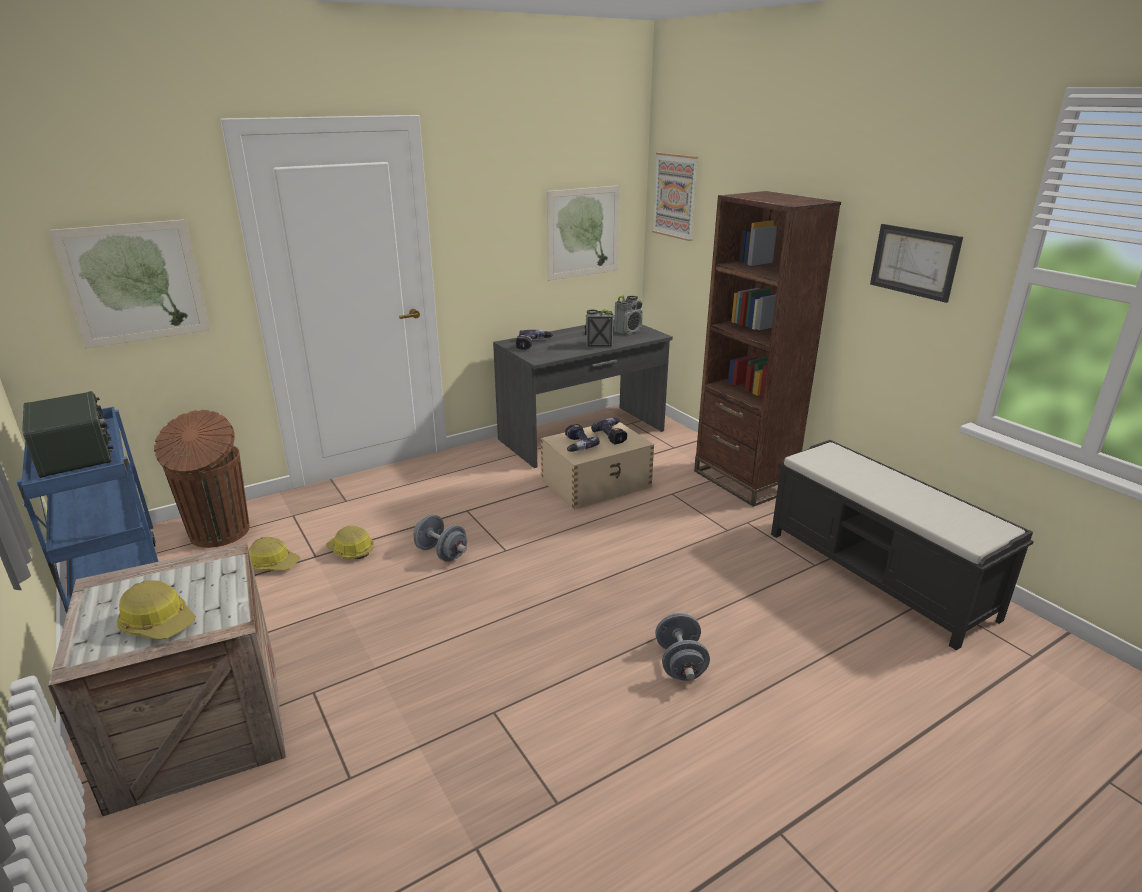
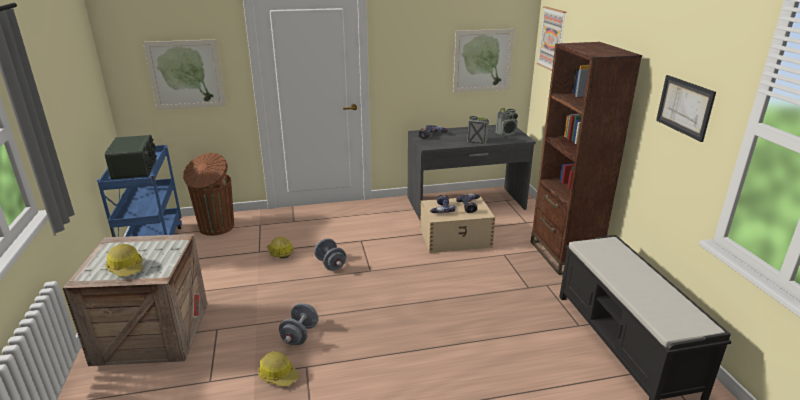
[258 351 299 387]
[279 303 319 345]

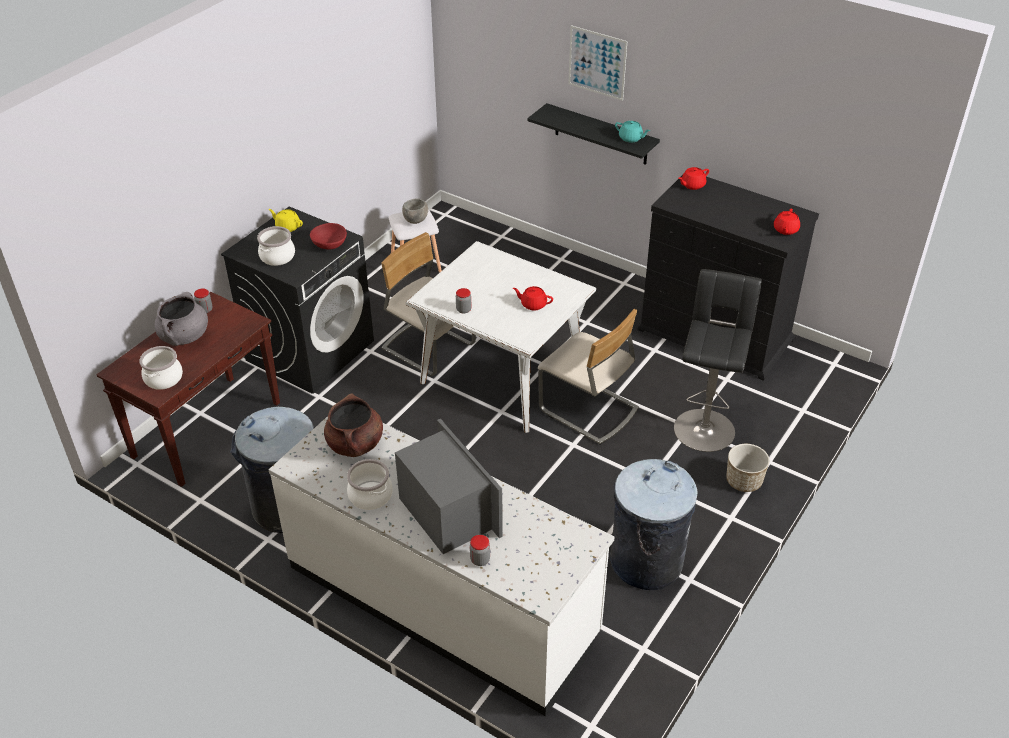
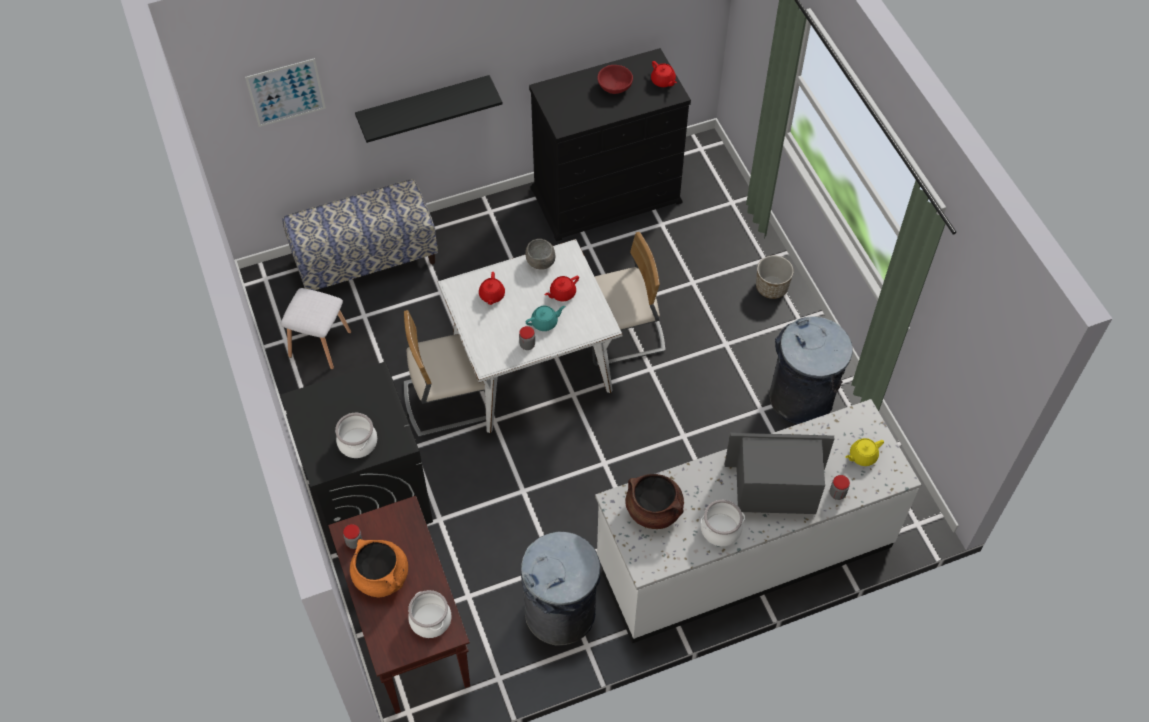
[245 58 326 127]
[283 179 438 291]
[350 539 408 598]
[479 272 505 305]
[525 239 555 270]
[526 306 565 331]
[597 65 633 94]
[845 438 884 466]
[674 269 762 452] (first image)

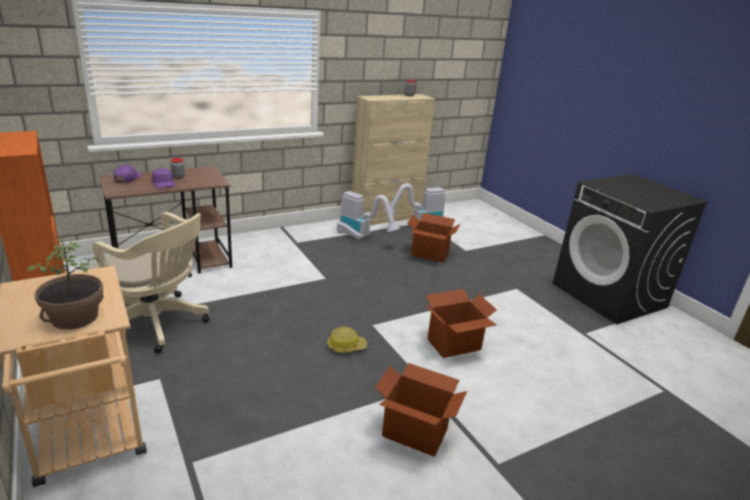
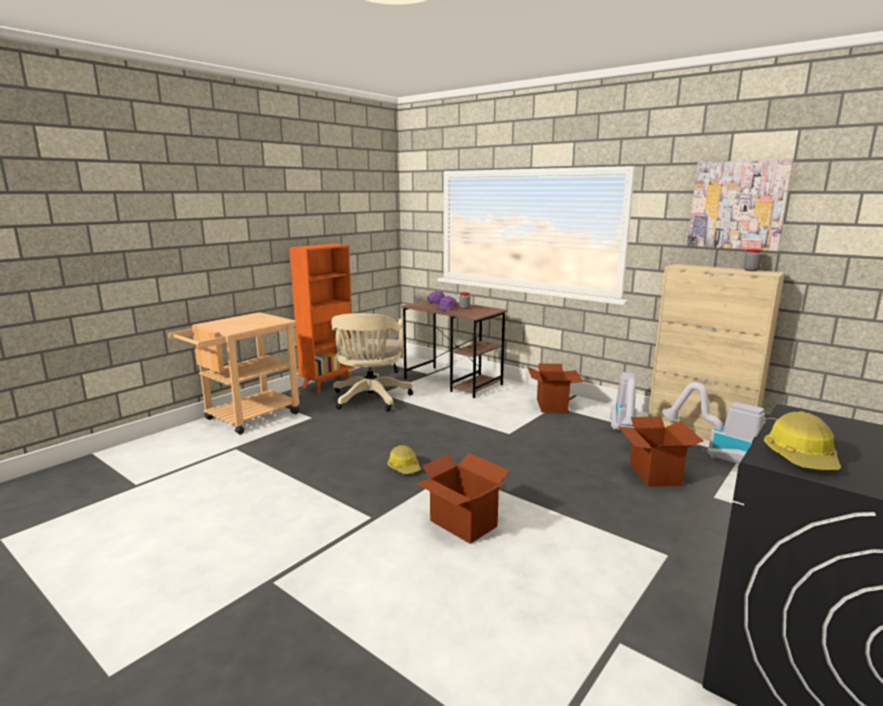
[527 364 583 413]
[687 159 794 251]
[764 411 841 470]
[28 238 103 329] (first image)

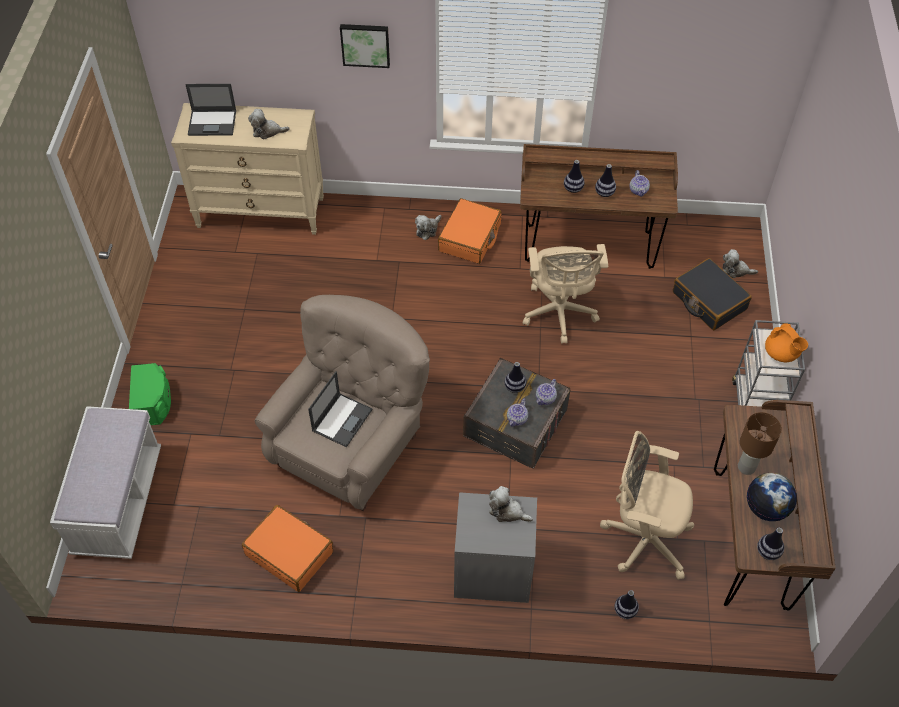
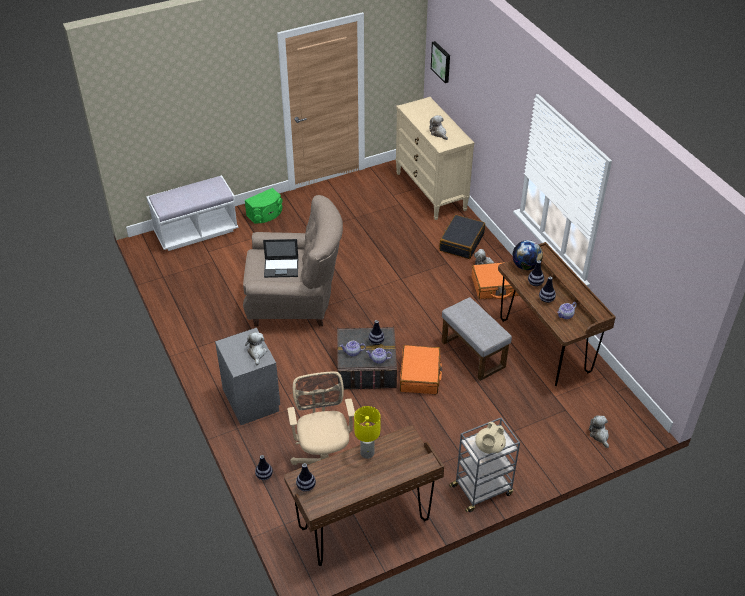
[354 406 381 459]
[400 345 442 394]
[431 41 450 83]
[439 215 485 259]
[442 297 512 381]
[475 422 506 454]
[512 240 543 270]
[185 84 236 136] (first image)

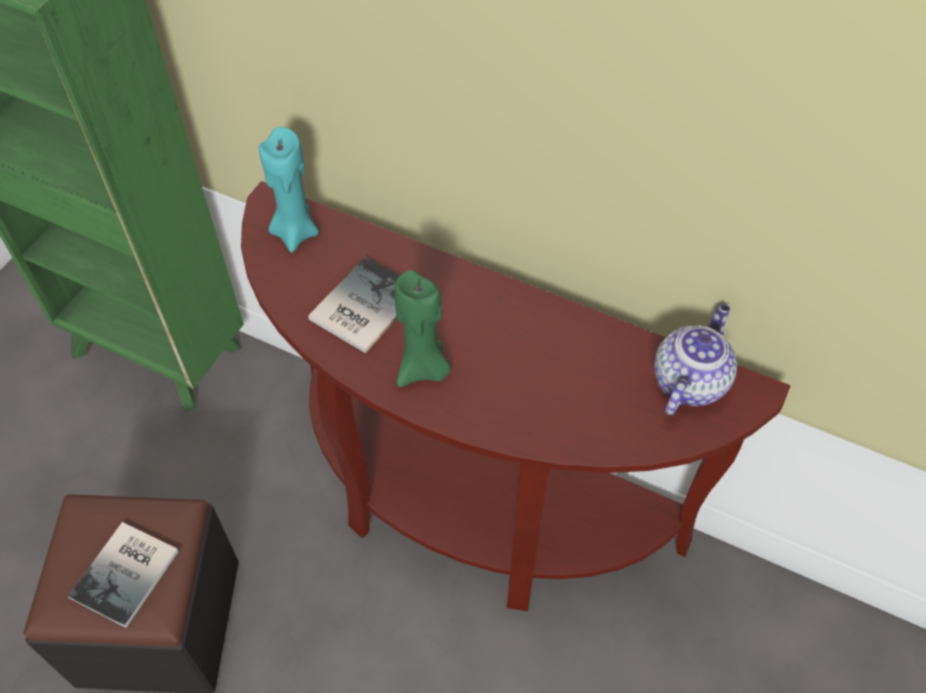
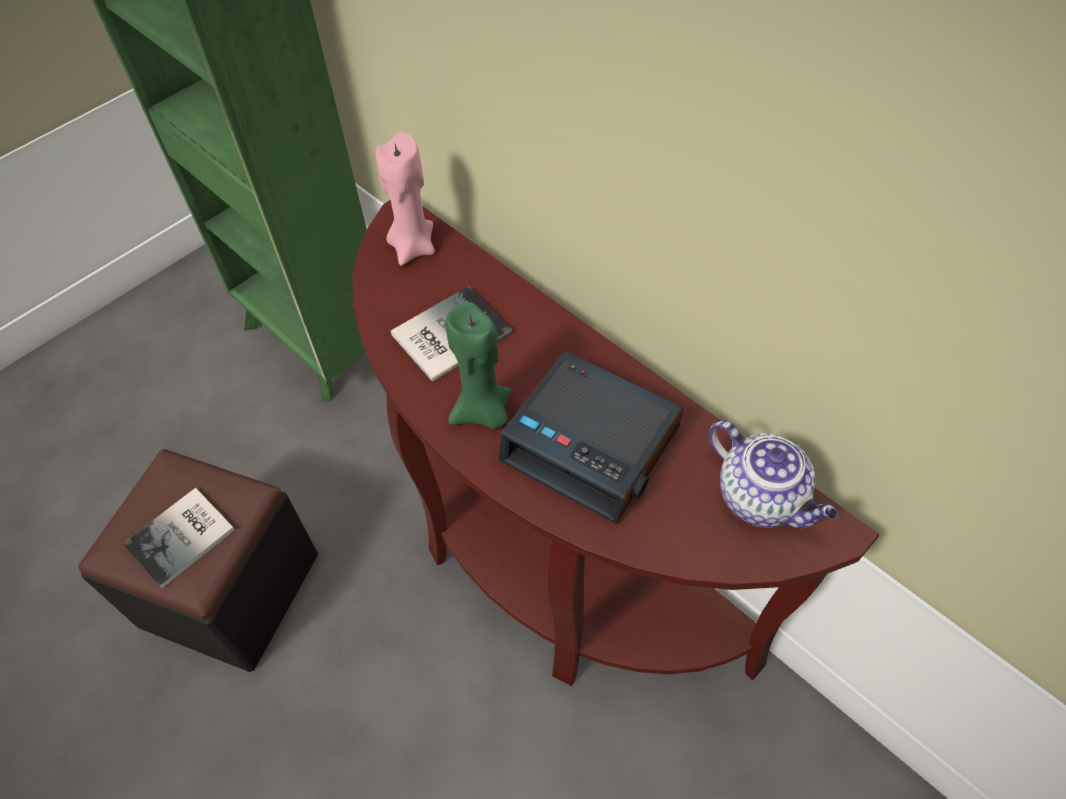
[376 132 435 266]
[499 351 683 524]
[709 421 838 529]

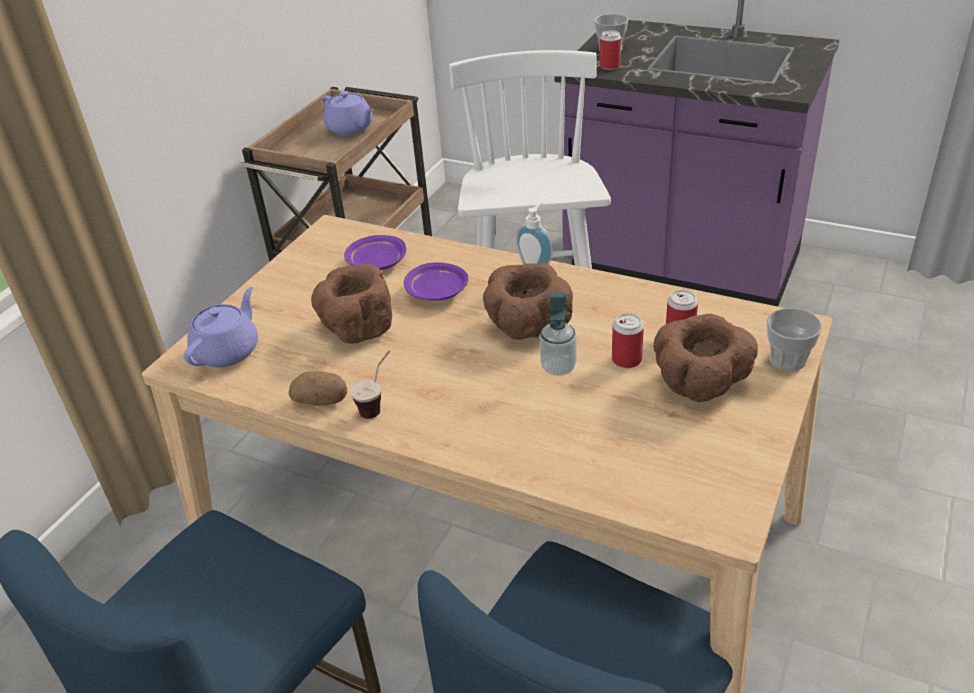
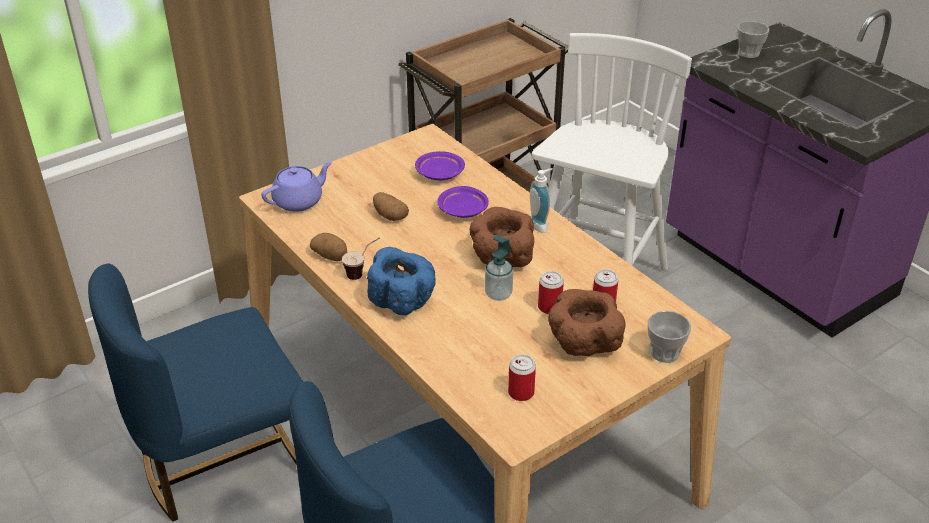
[367 247 436 315]
[373 192 409 221]
[508 354 536 401]
[322 91 374 135] (first image)

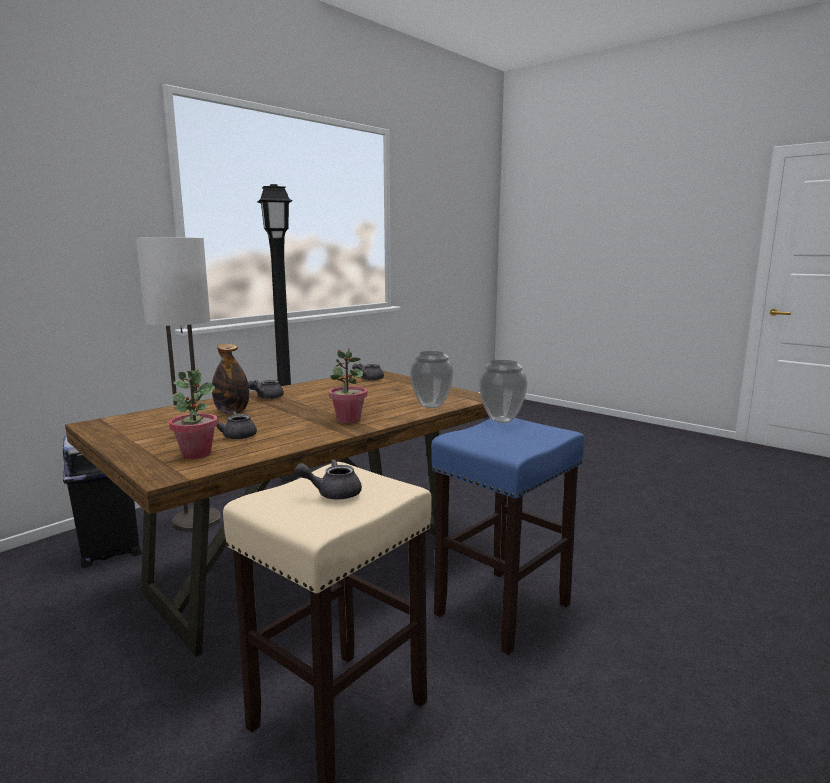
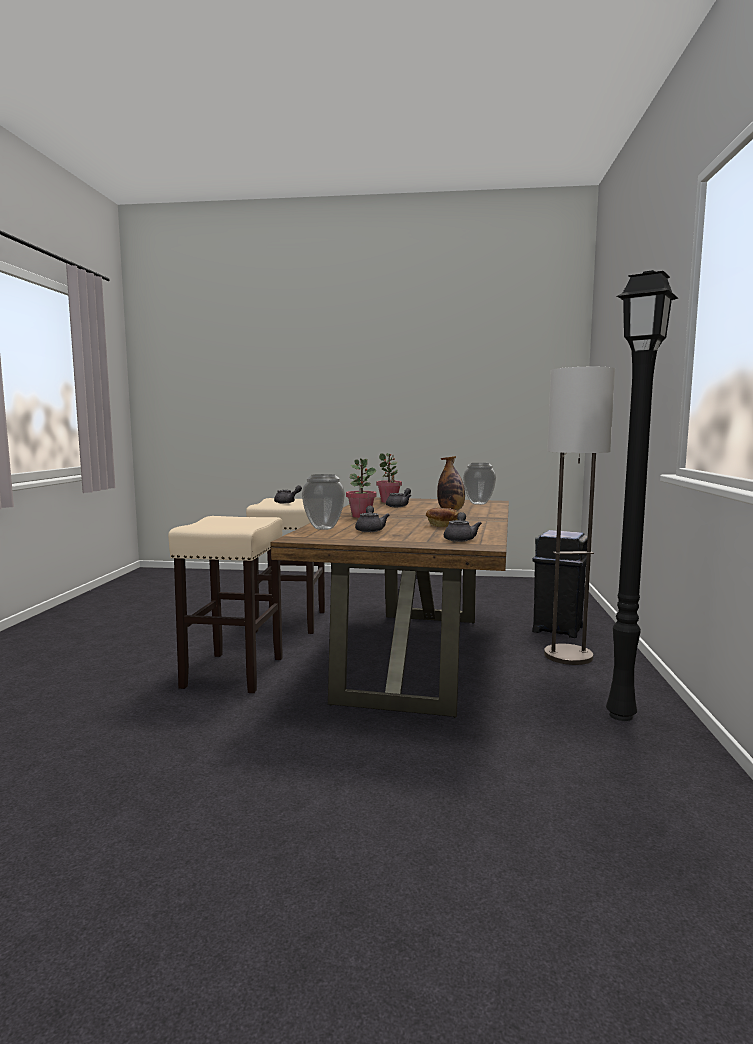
[168 516 283 693]
[355 506 389 532]
[426 508 459 527]
[463 463 496 505]

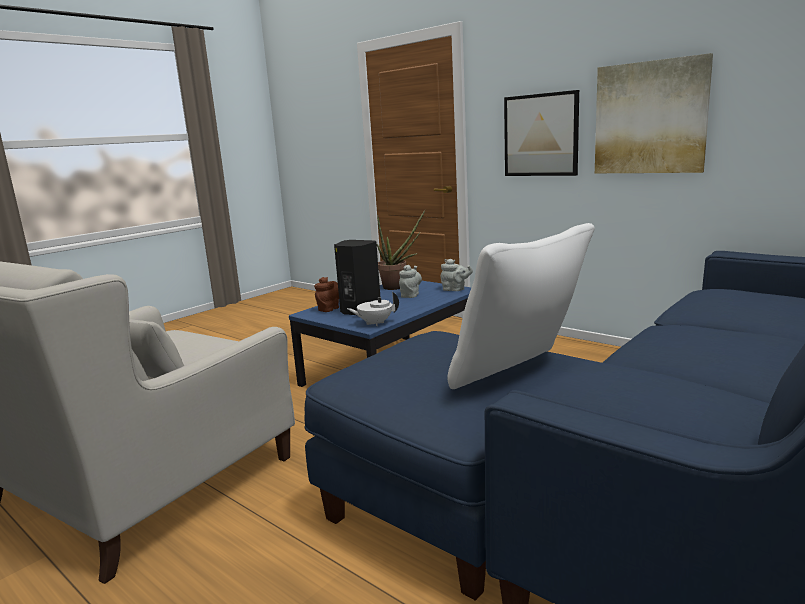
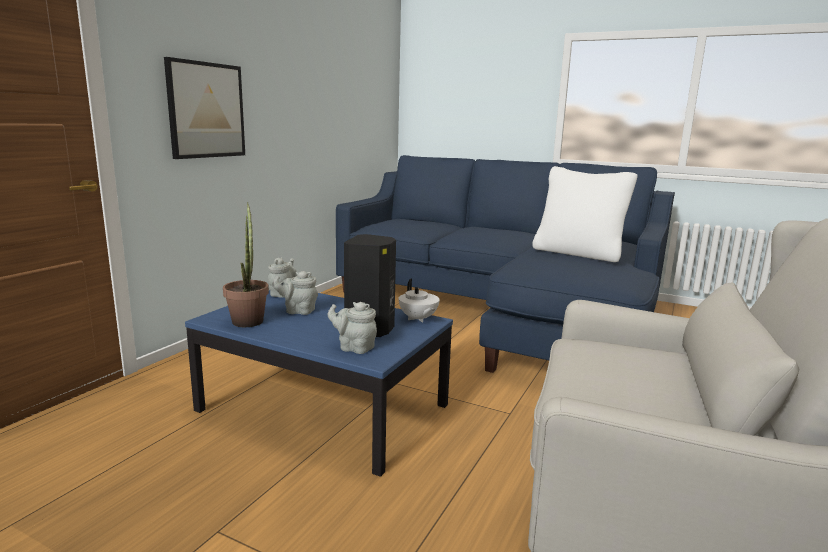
[328 302 377 354]
[595 53 713 173] (first image)

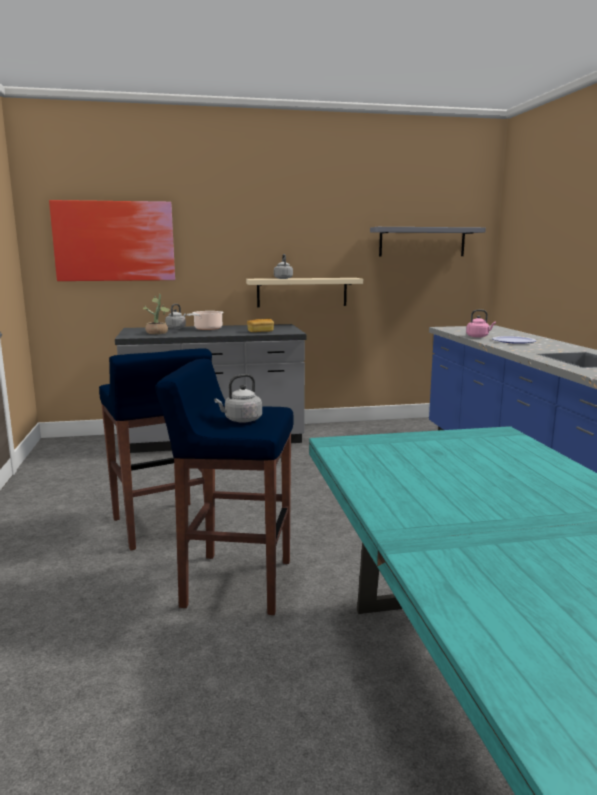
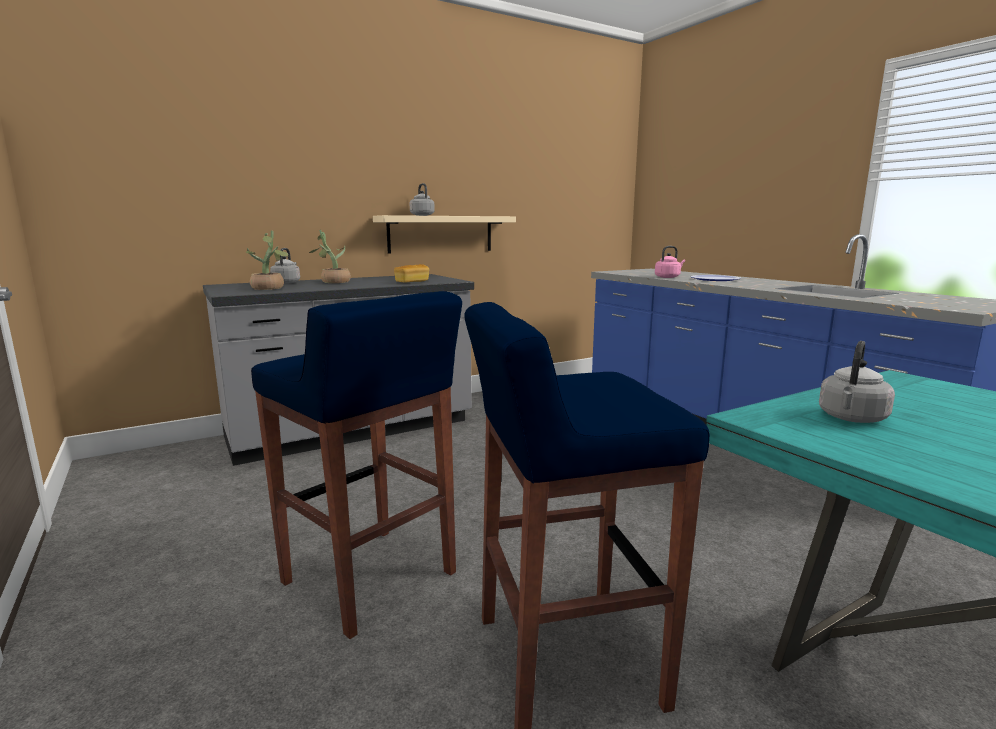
[309 230 351 283]
[819 341 895 423]
[49 200 175 281] (first image)
[370 227 486 256] (first image)

